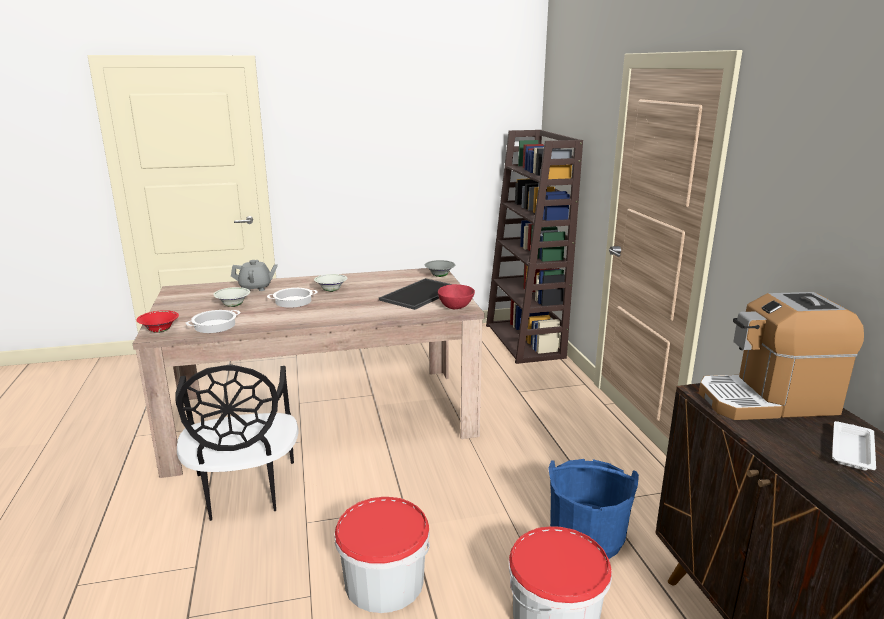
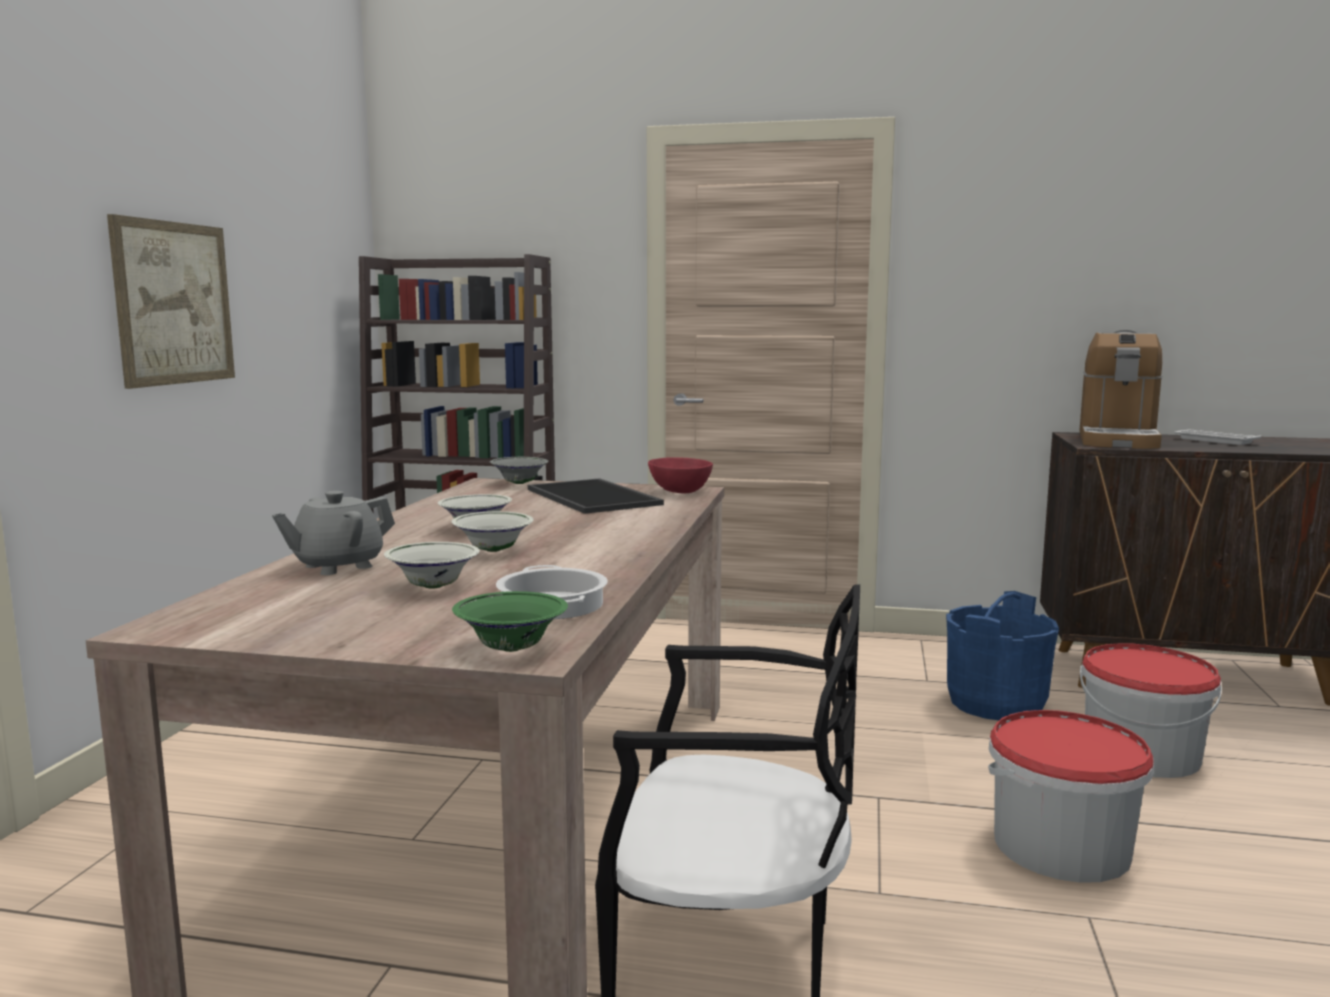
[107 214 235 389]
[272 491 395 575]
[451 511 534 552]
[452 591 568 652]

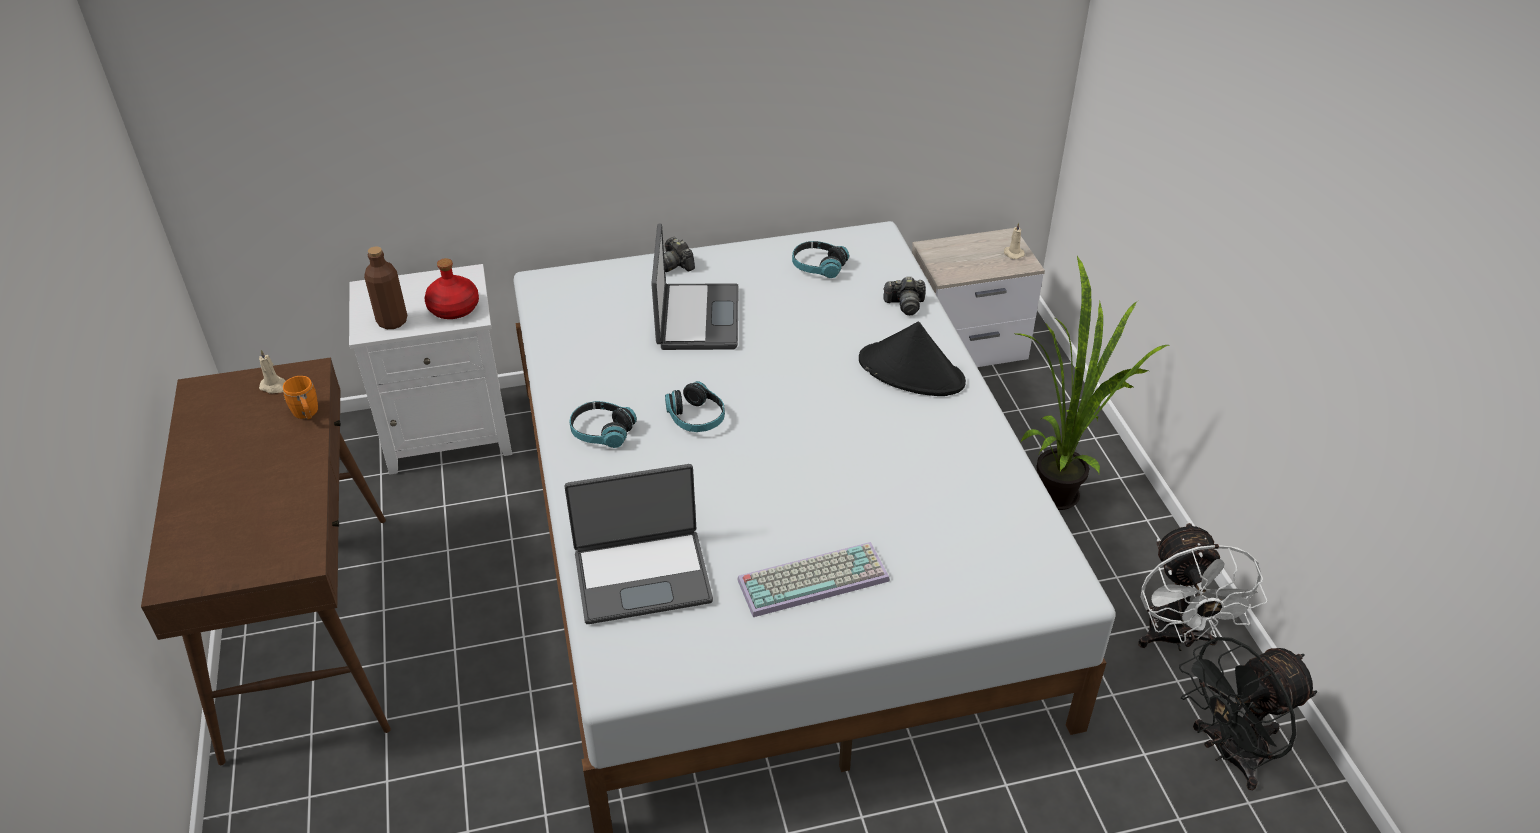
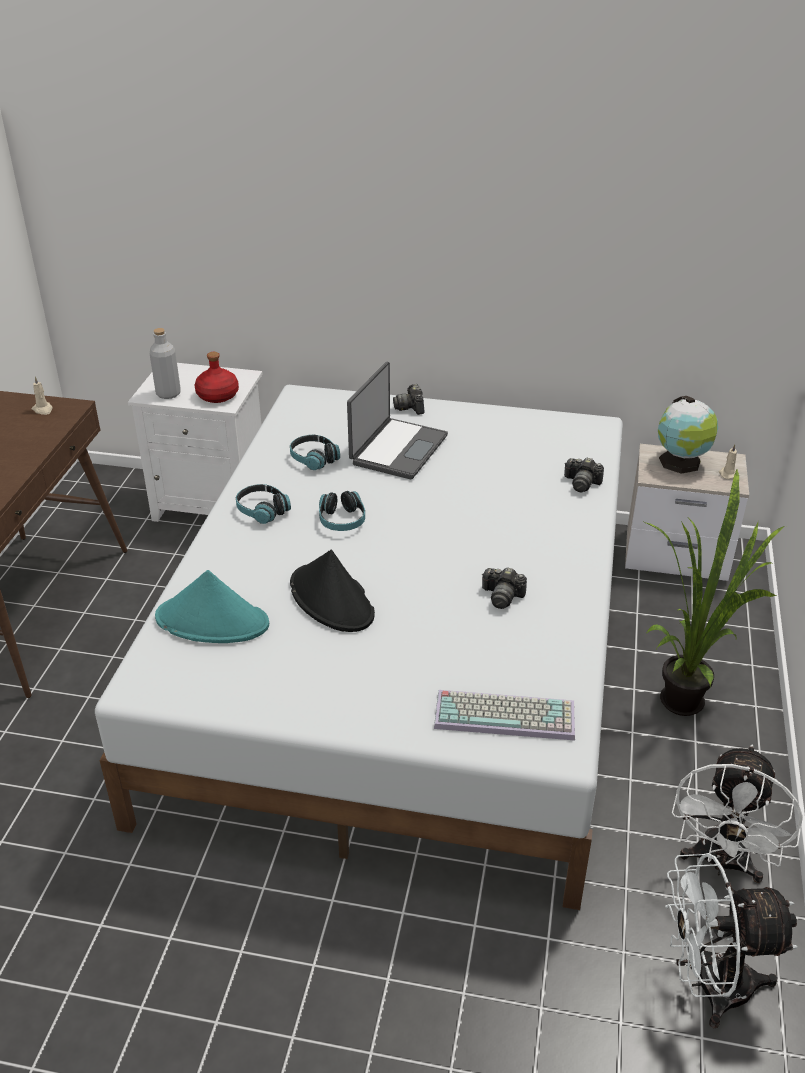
[150 328 181 399]
[155 570 269 643]
[290 435 340 470]
[290 550 375 632]
[434 690 575 741]
[482 567 527 609]
[658 396 718 474]
[665 853 798 1028]
[283 376 318 420] (first image)

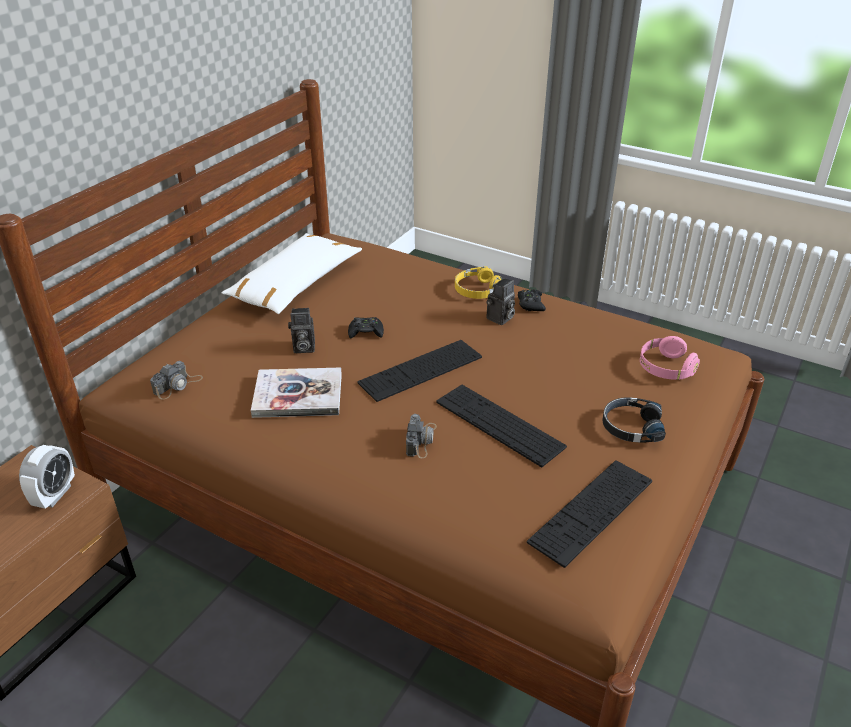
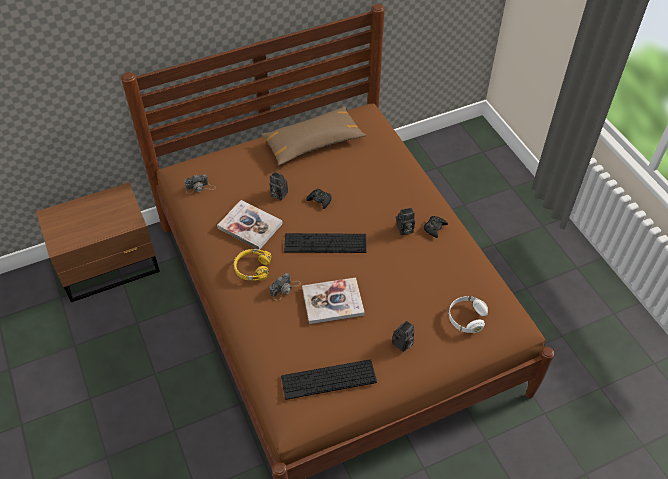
[234 249 271 281]
[261 106 366 166]
[302 277 365 324]
[392 321 414 352]
[449 296 488 333]
[19 445 75 509] (first image)

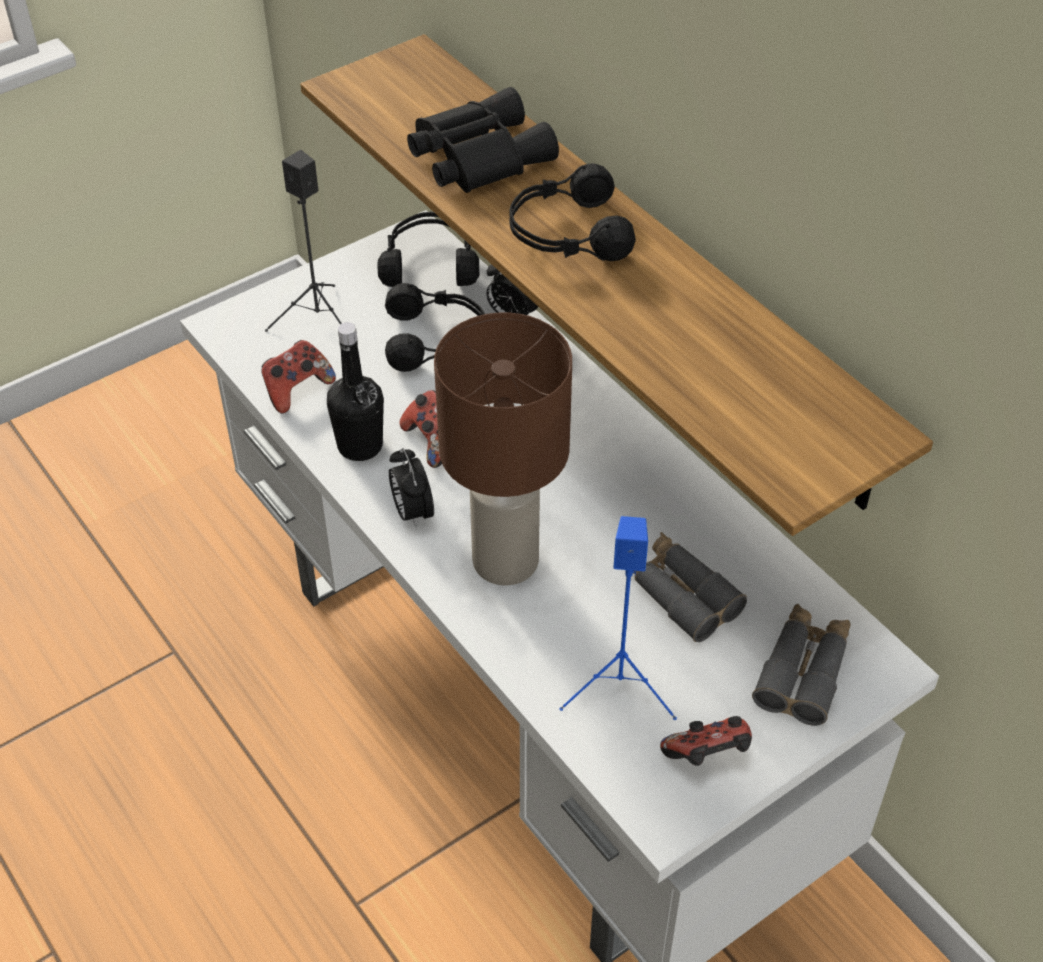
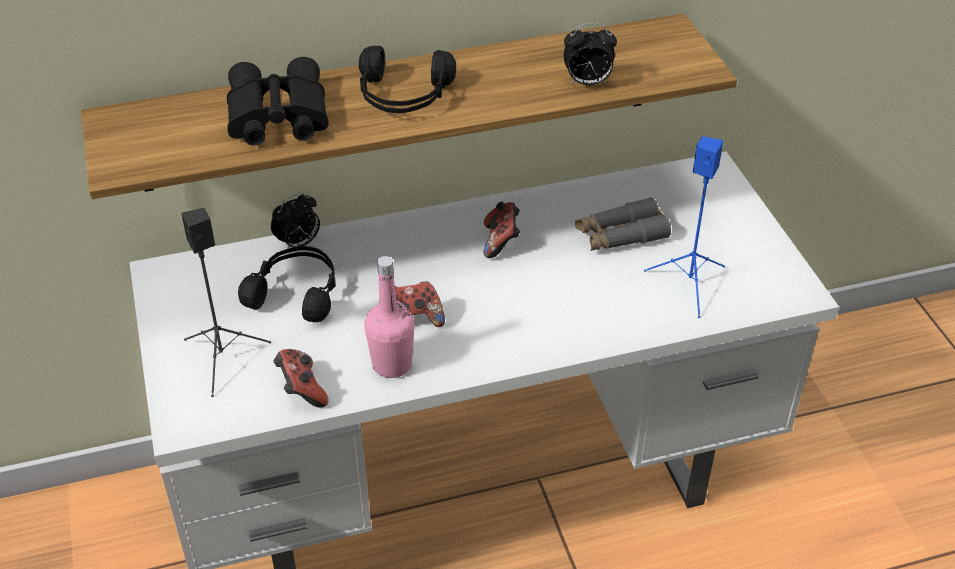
[364 256 414 378]
[483 202 520 258]
[564 23 617 85]
[378 212 479 287] (first image)
[434 312 572 586] (first image)
[752 604 851 726] (first image)

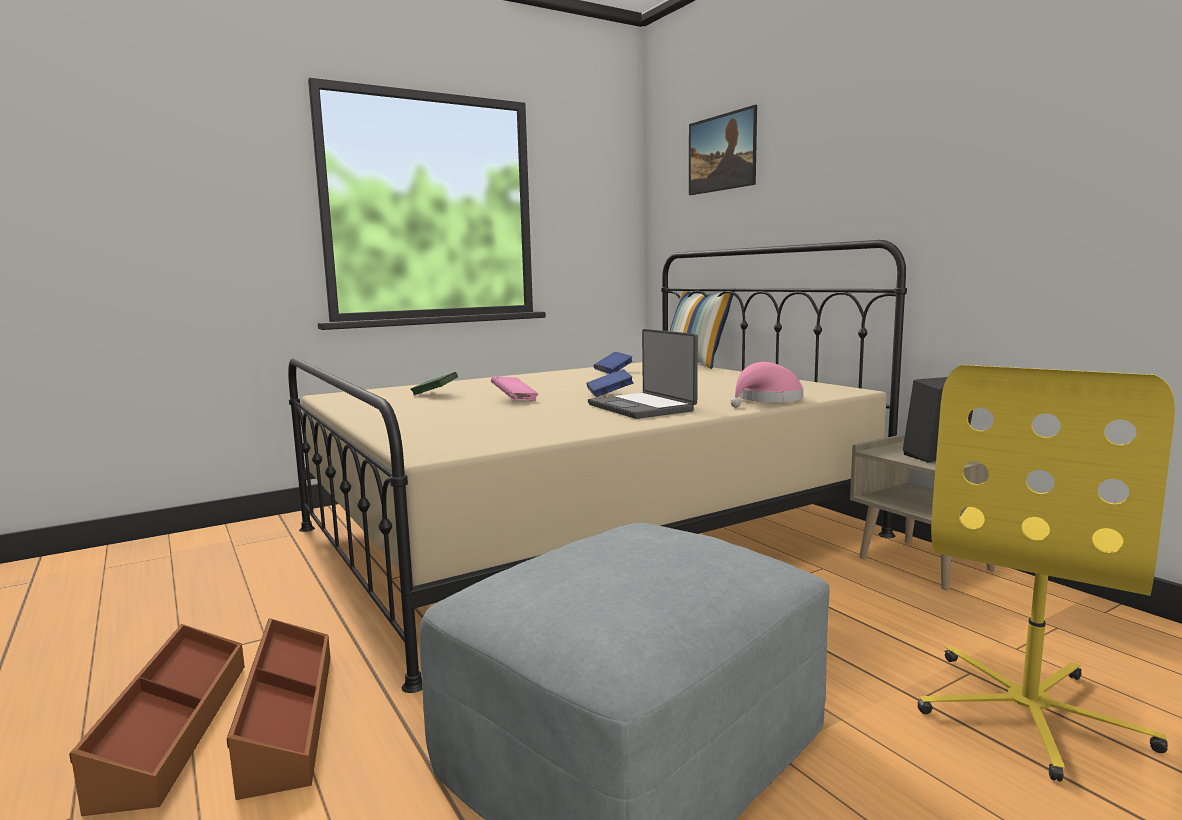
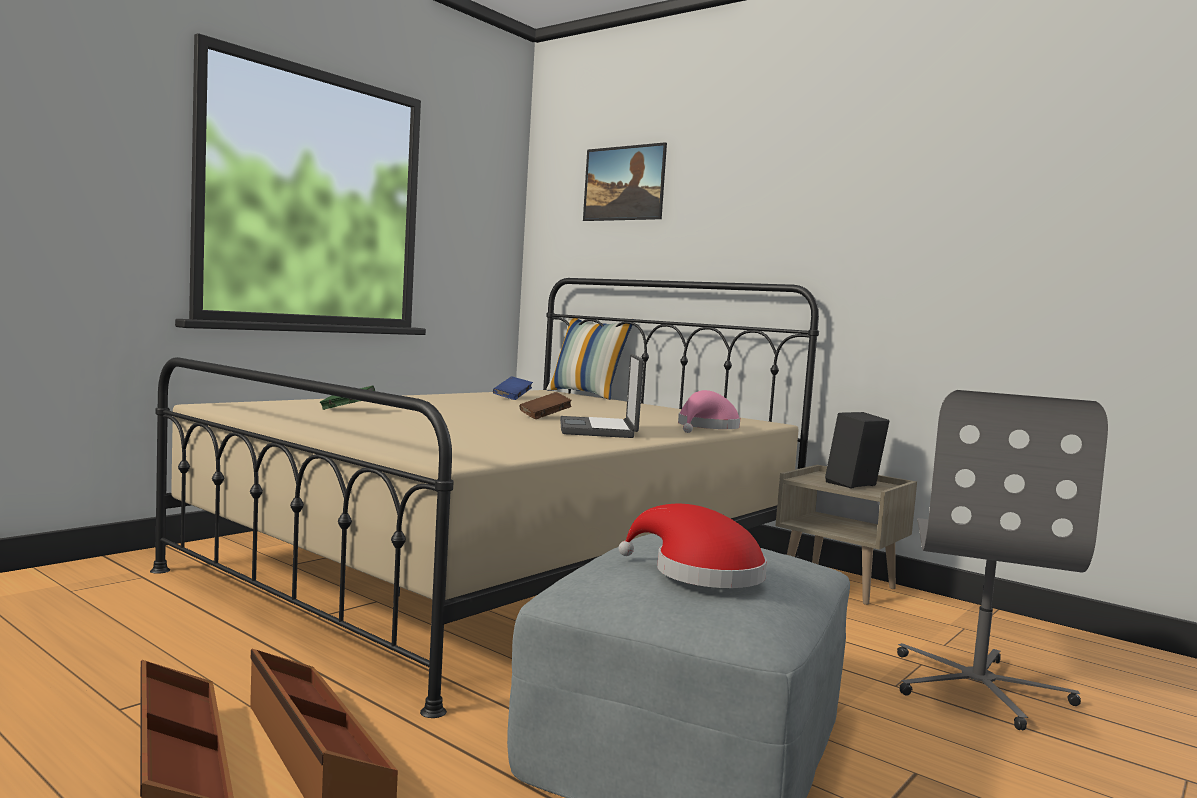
[520 392 572 419]
[560 354 644 438]
[619 504 767 588]
[897 390 1108 730]
[491 376 538 401] (first image)

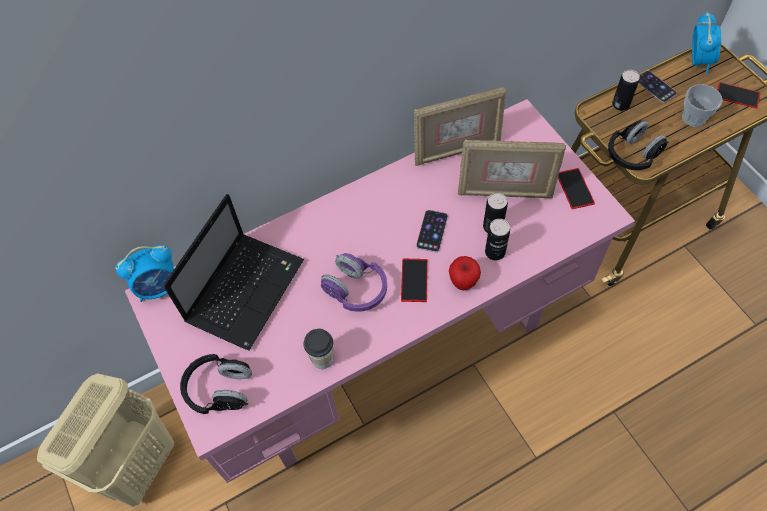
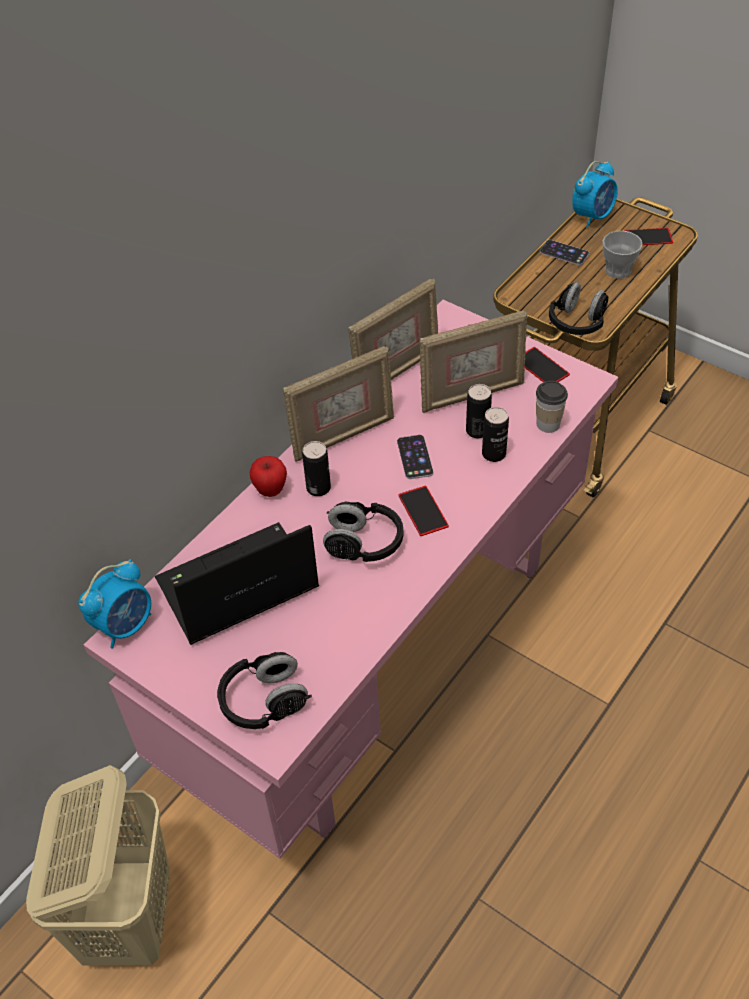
[155 522 319 645]
[250 456 287 497]
[283 346 394 462]
[302 441 331 496]
[323 501 403 562]
[536 381 568 433]
[572 161 618 228]

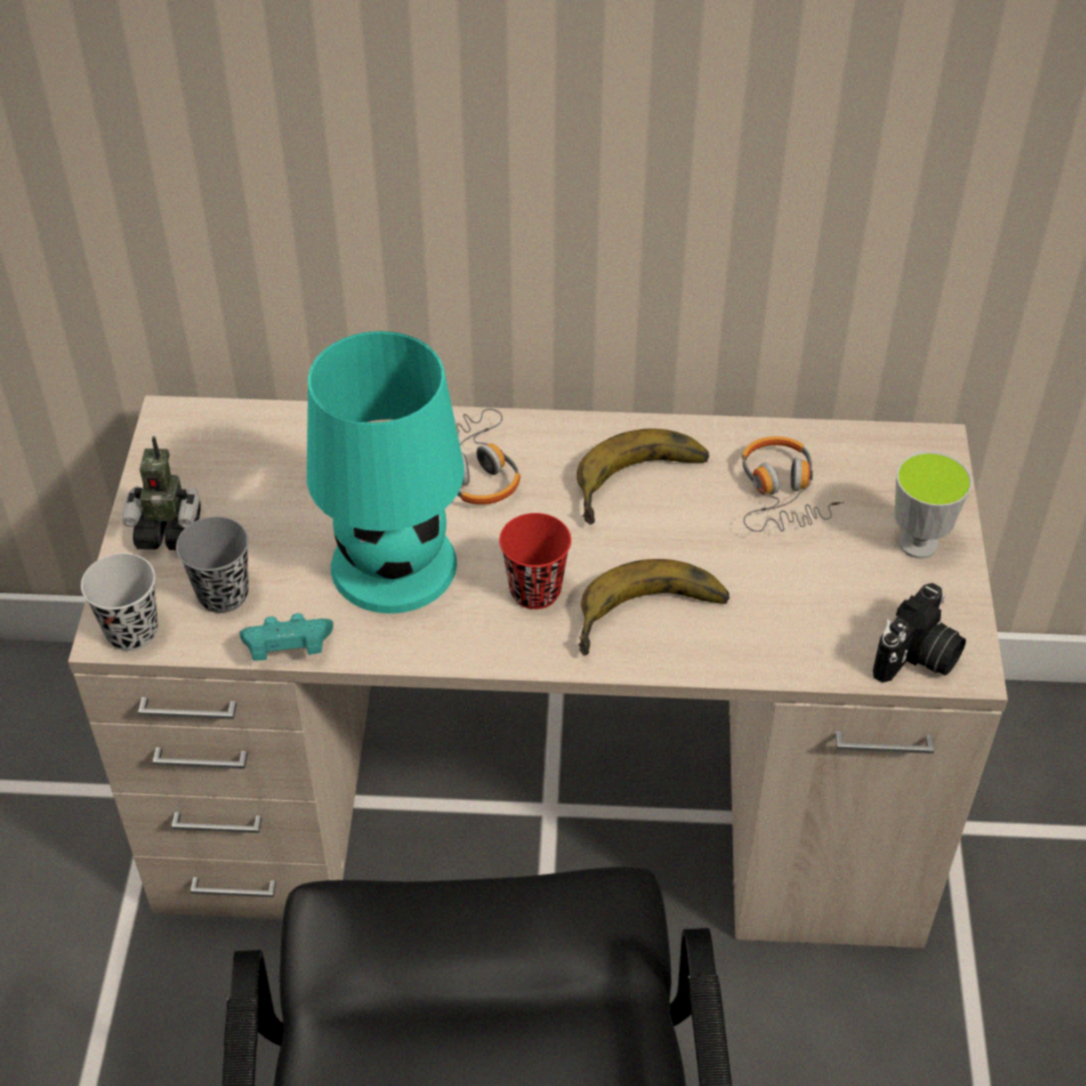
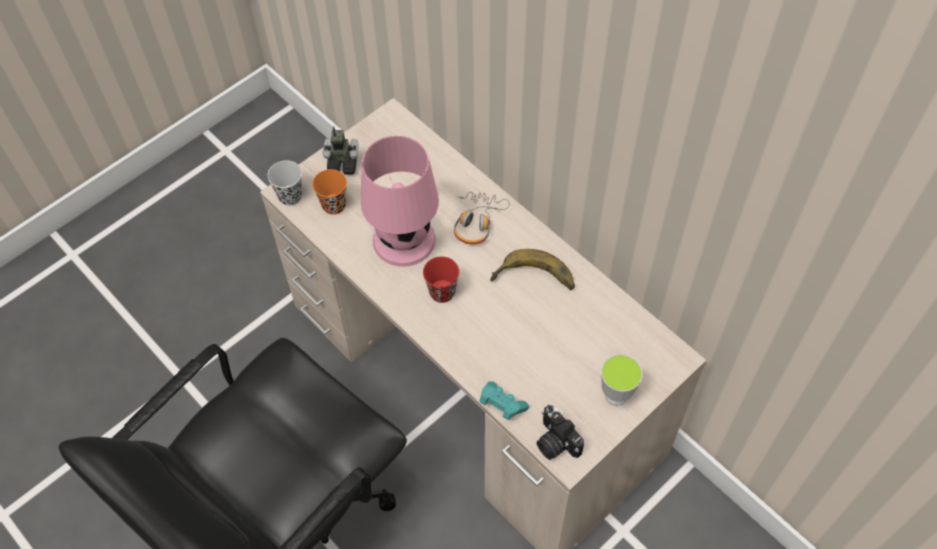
[312 169 347 215]
[323 127 359 175]
[361 136 439 267]
[479 381 529 420]
[537 405 584 460]
[578 559 730 656] (first image)
[742 436 844 532] (first image)

